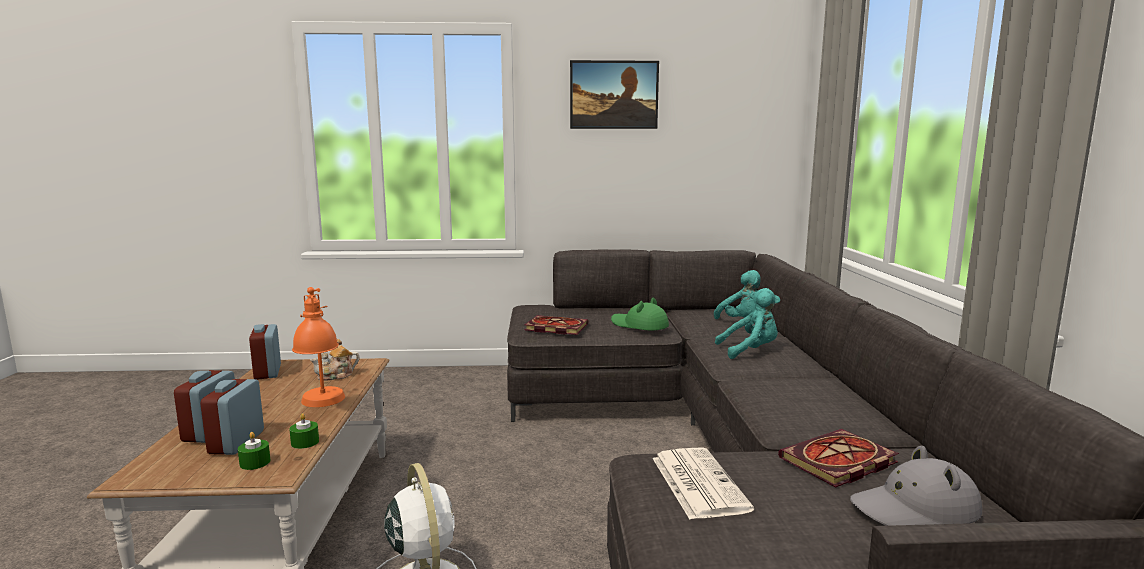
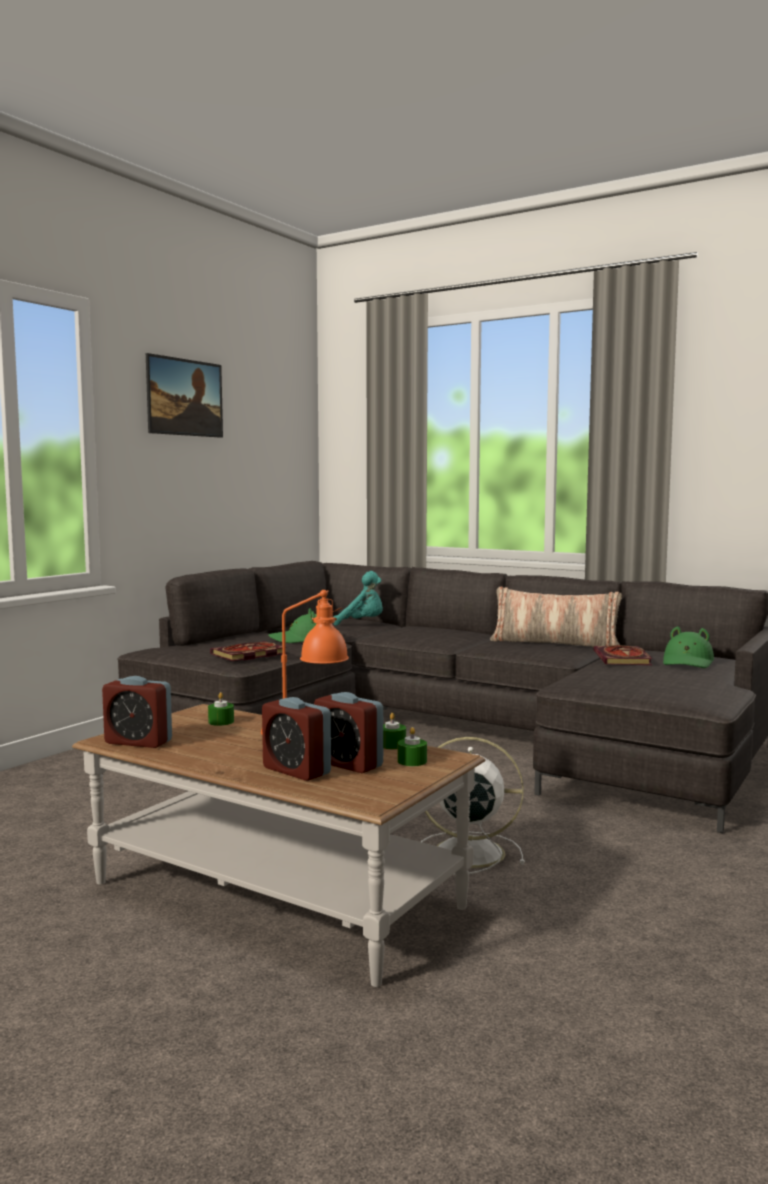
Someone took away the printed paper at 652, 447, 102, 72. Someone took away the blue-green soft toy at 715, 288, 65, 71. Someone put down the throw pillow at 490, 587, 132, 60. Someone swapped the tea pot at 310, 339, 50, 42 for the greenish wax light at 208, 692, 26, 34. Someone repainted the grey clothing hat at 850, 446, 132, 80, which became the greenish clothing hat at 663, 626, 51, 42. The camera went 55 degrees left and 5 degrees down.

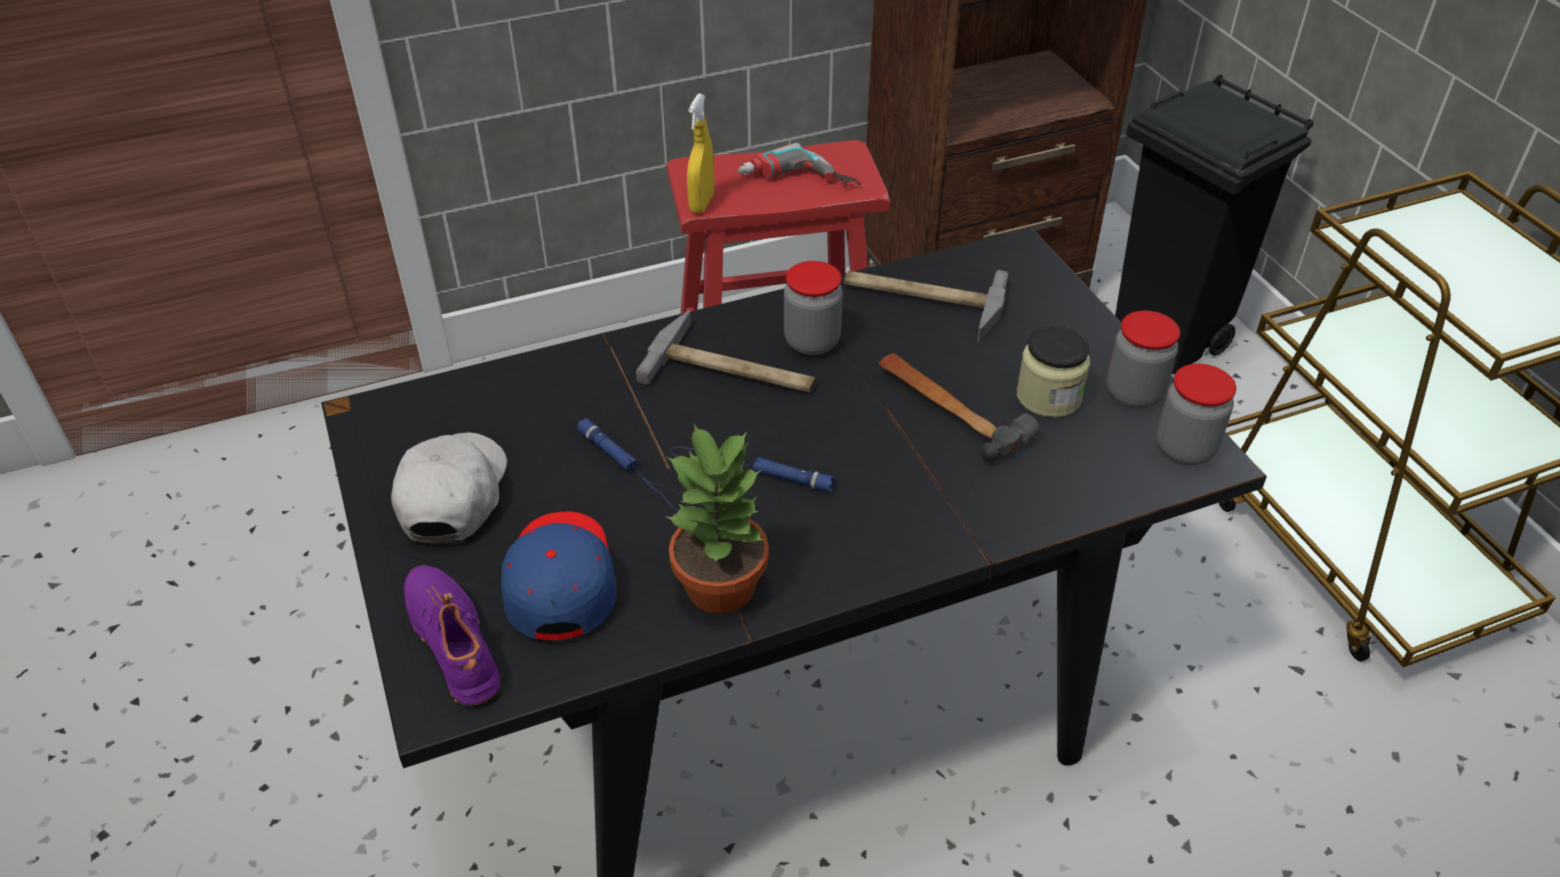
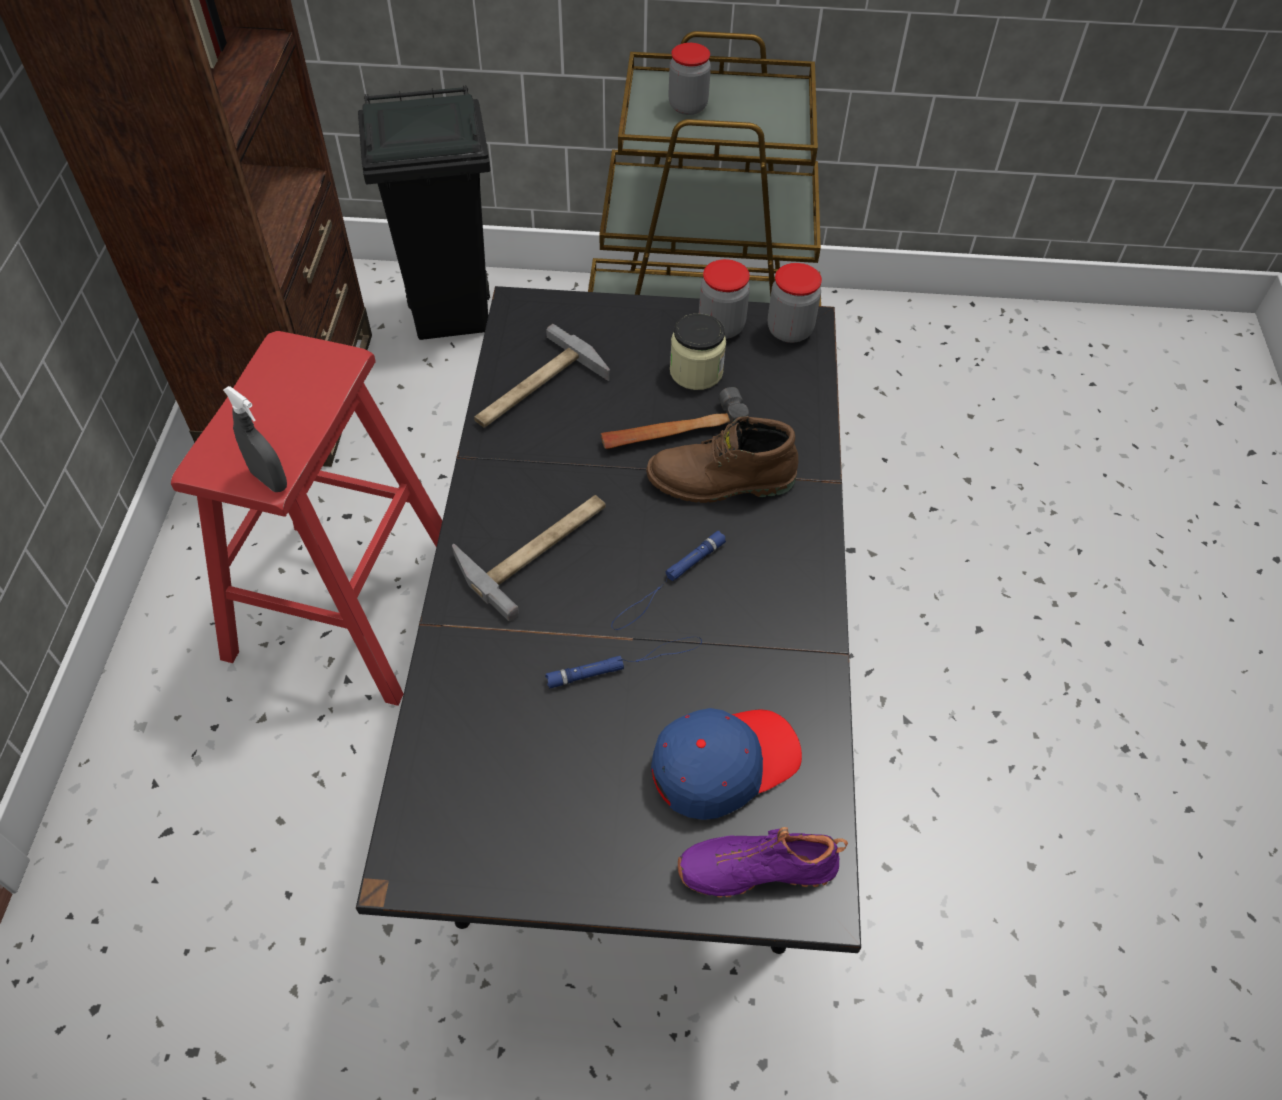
Someone took away the white-coloured baseball cap at 391, 432, 116, 111. Someone took away the potted plant at 665, 424, 104, 190. Someone took away the electric drill at 738, 143, 122, 42. Someone put down the brown high-top boot at 646, 416, 152, 87. Someone carried the jar from 784, 261, 59, 94 to 668, 43, 43, 72. Someone repainted the yellow-coloured spray bottle at 687, 94, 27, 119, which became the grey spray bottle at 223, 386, 64, 106. Someone rotated the blue baseball cap at 501, 512, 116, 128 by 135 degrees clockwise. The camera went 65 degrees left and 10 degrees up.

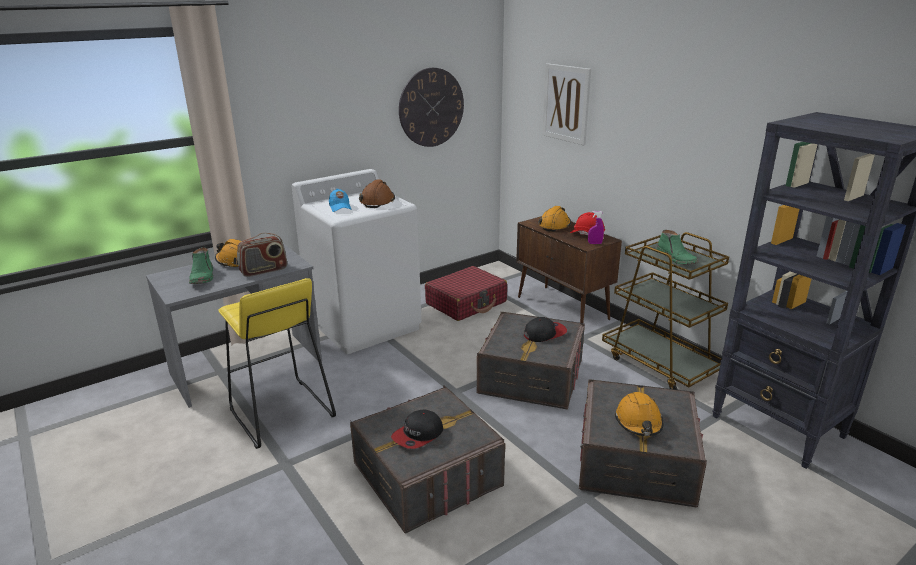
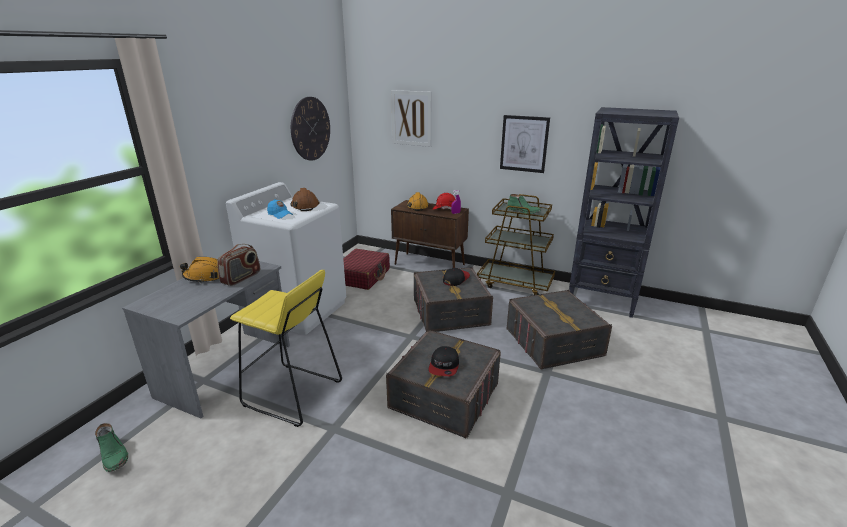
Someone took away the orange hard hat at 615, 392, 48, 44. Someone put up the wall picture at 500, 115, 50, 58. Someone carried the greenish high-top boot from 189, 247, 24, 37 to 95, 423, 33, 49. The camera went 30 degrees left and 0 degrees up.

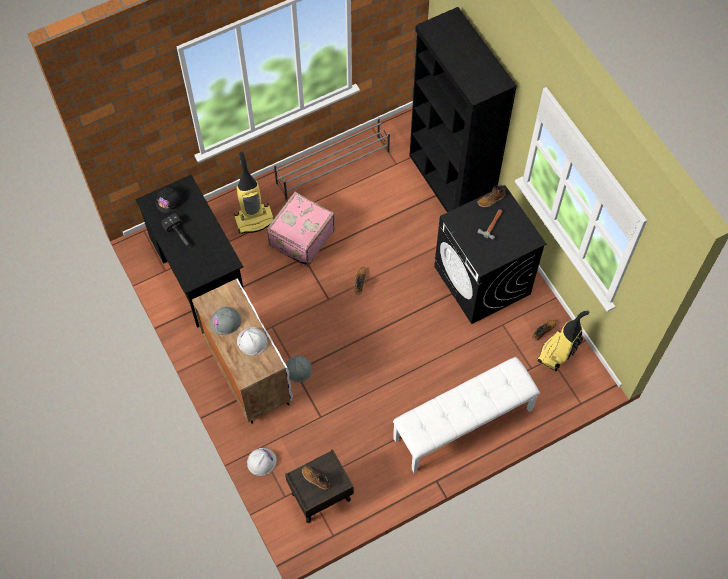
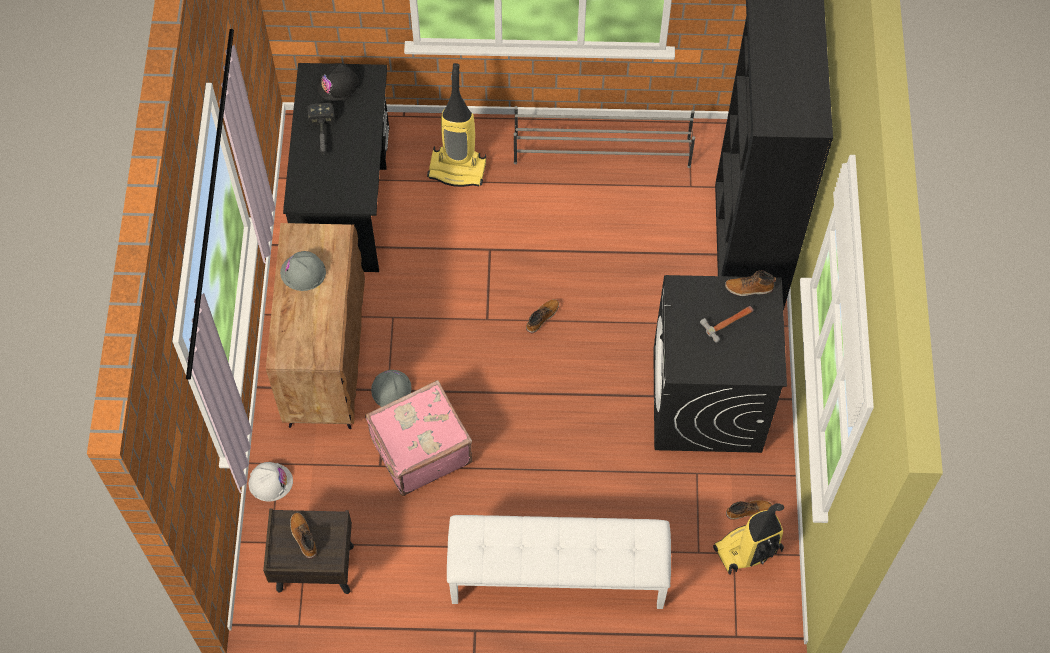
Someone took away the white-coloured hard hat at 237, 327, 30, 28. Someone carried the pink suitcase from 266, 192, 69, 75 to 365, 380, 107, 116. Someone repainted the white-coloured cabinet at 192, 278, 101, 146, which became the brown cabinet at 266, 223, 99, 206. The camera went 30 degrees right and 0 degrees up.

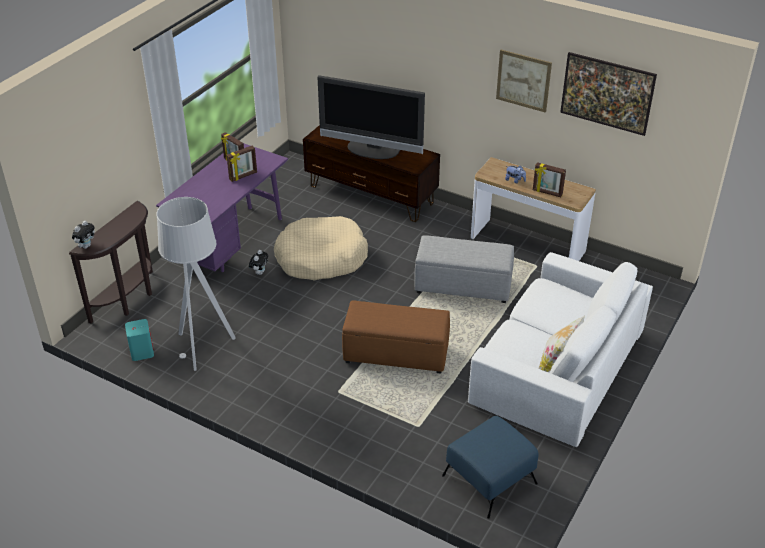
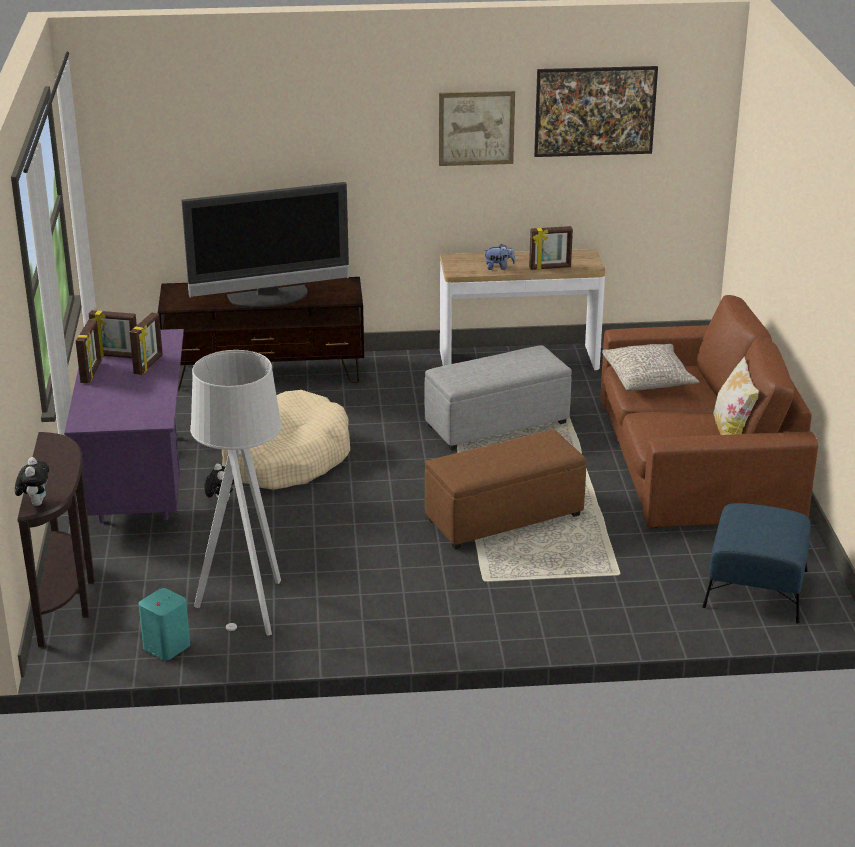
Someone put down the picture frame at 76, 320, 25, 63. Someone put down the grey throw pillow at 602, 344, 97, 47. Someone repainted the white-coloured couch at 468, 252, 185, 195, which became the brown couch at 600, 295, 218, 233. The camera went 35 degrees left and 10 degrees down.

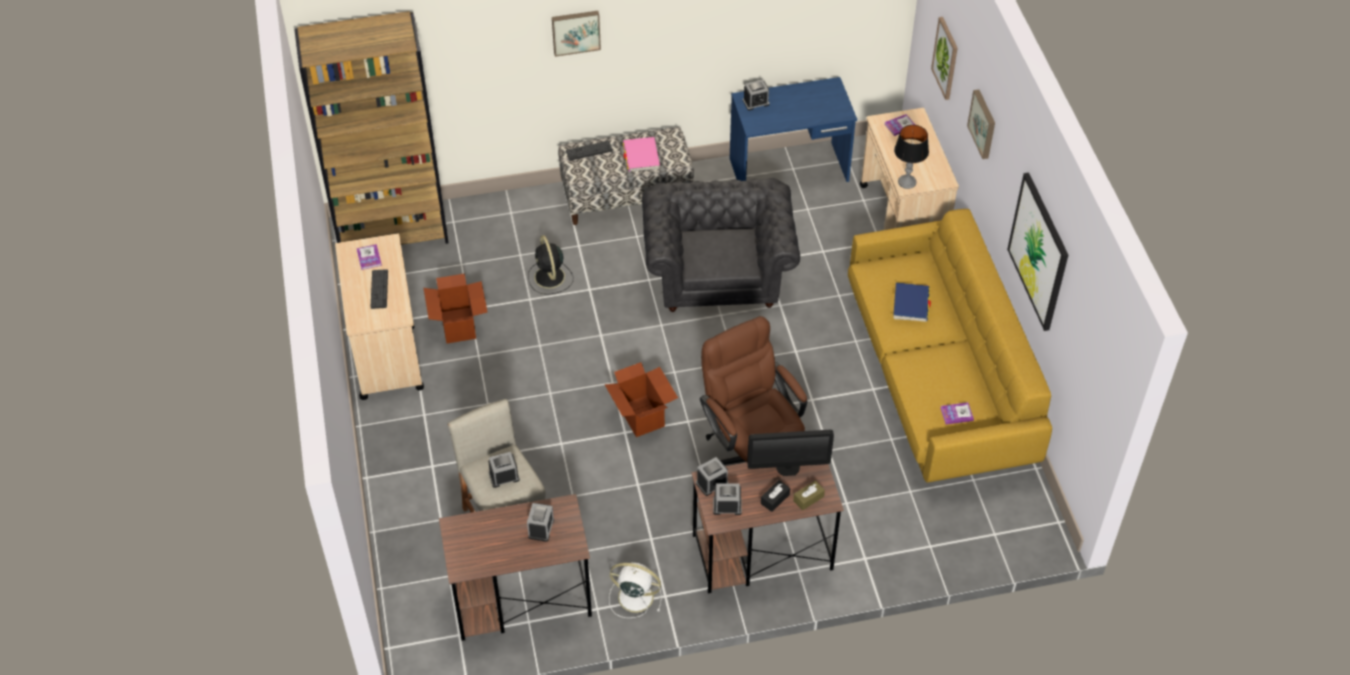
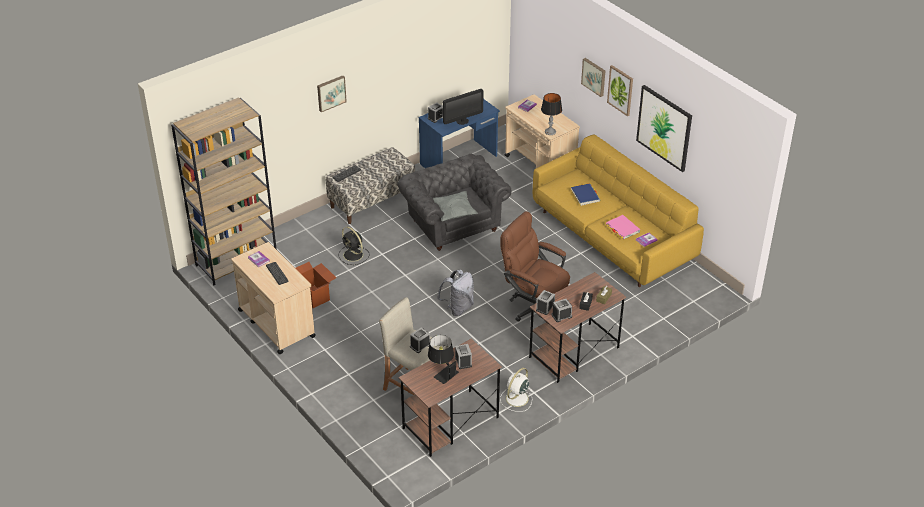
Someone put down the blackish table lamp at 428, 335, 31, 49. Someone put down the grey throw pillow at 433, 191, 45, 30. Someone carried the pink bound book from 623, 137, 37, 35 to 606, 215, 35, 24. Someone carried the computer screen from 747, 430, 87, 46 to 443, 89, 40, 36. Someone carried the wall picture from 931, 17, 27, 83 to 607, 65, 26, 51. Someone swapped the cardboard box at 605, 362, 73, 75 for the grey rucksack at 437, 269, 37, 47. Someone rotated the white-coloured fan at 609, 563, 53, 55 by 45 degrees counterclockwise. The camera went 25 degrees left and 10 degrees down.

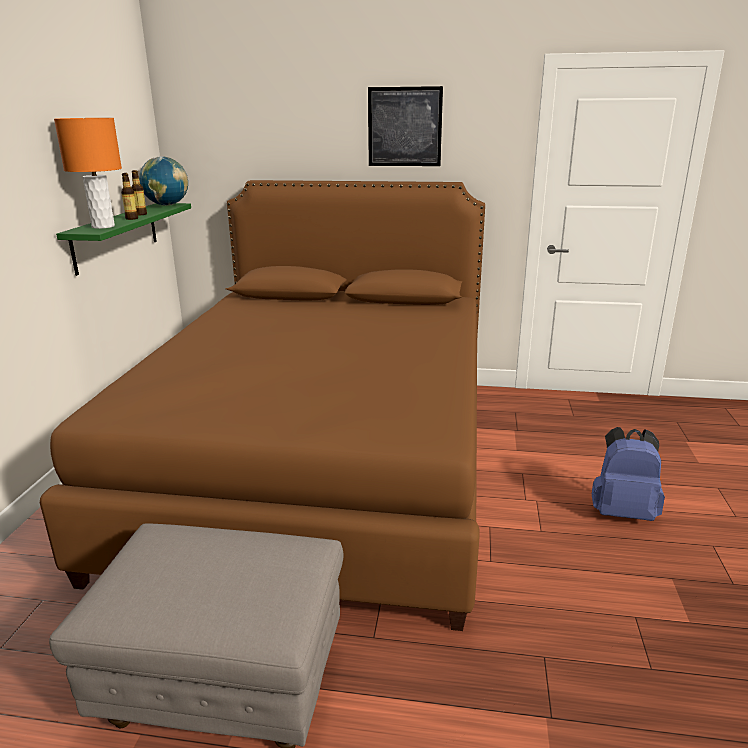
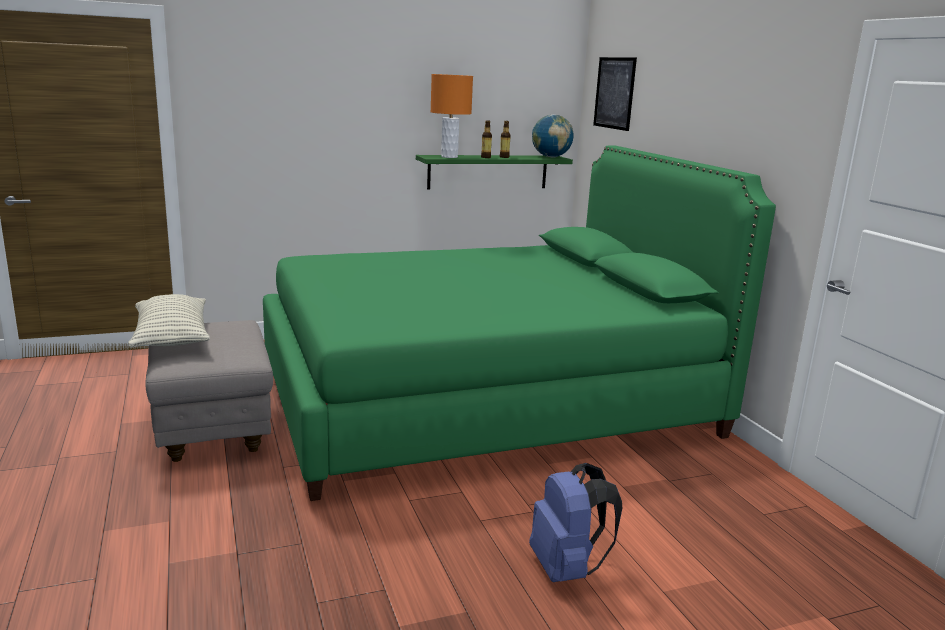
Someone put down the throw pillow at 128, 294, 82, 54. Someone carried the wall picture from 368, 86, 75, 80 to 593, 57, 44, 74. Someone repainted the brown bedroom bed at 40, 180, 445, 451, which became the greenish bedroom bed at 263, 145, 513, 356. The camera went 60 degrees right and 5 degrees down.

